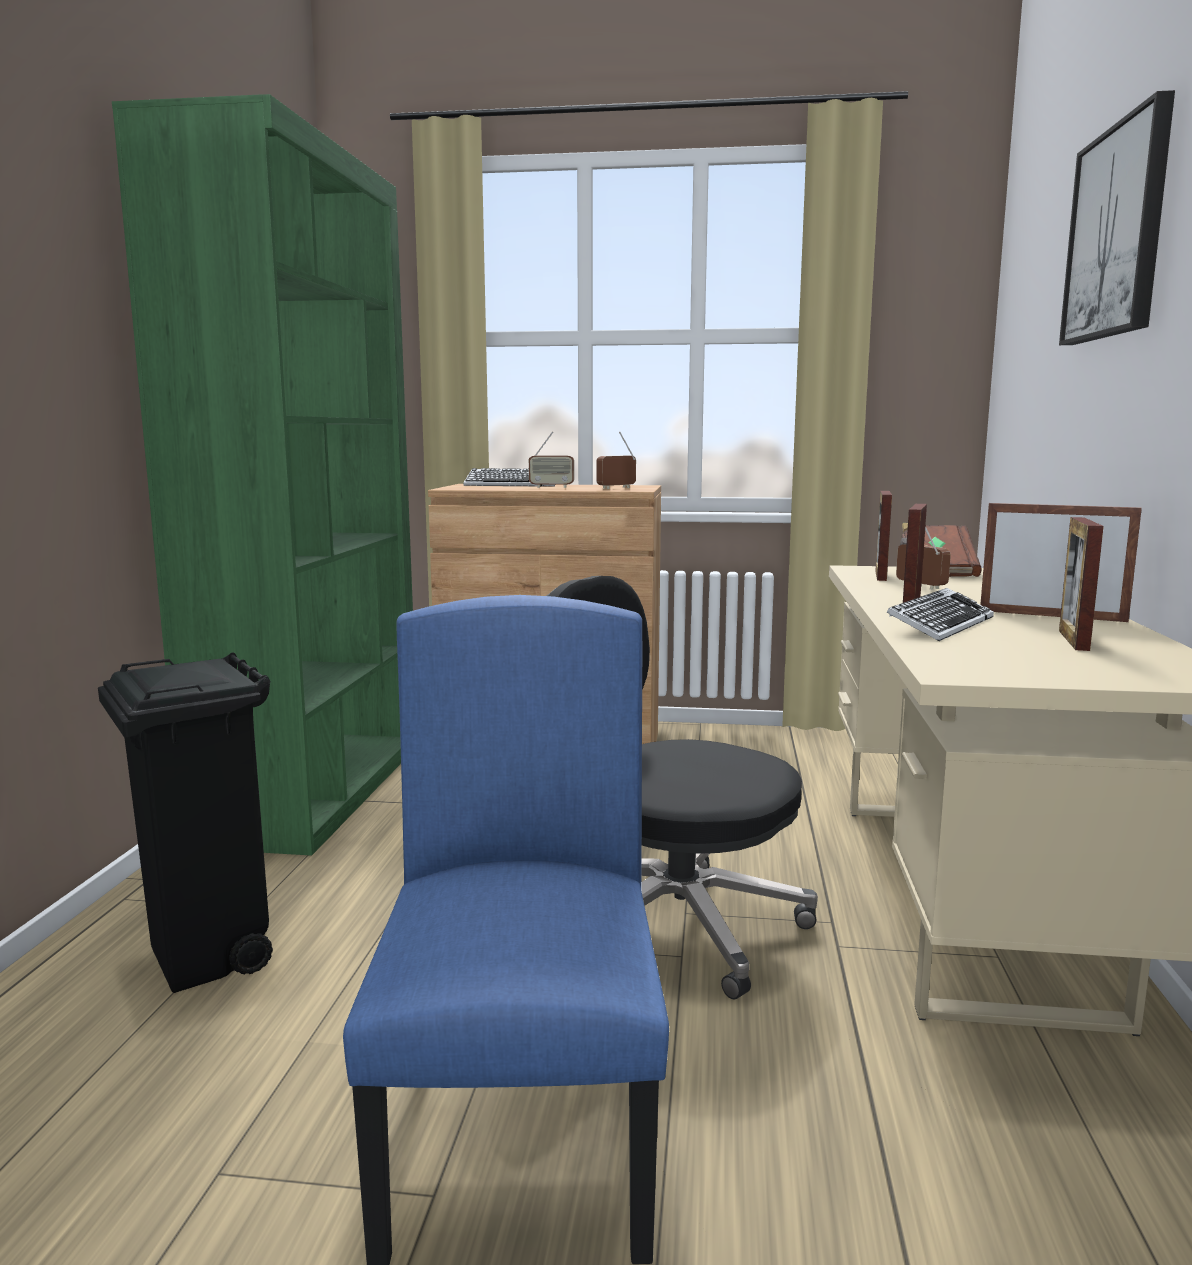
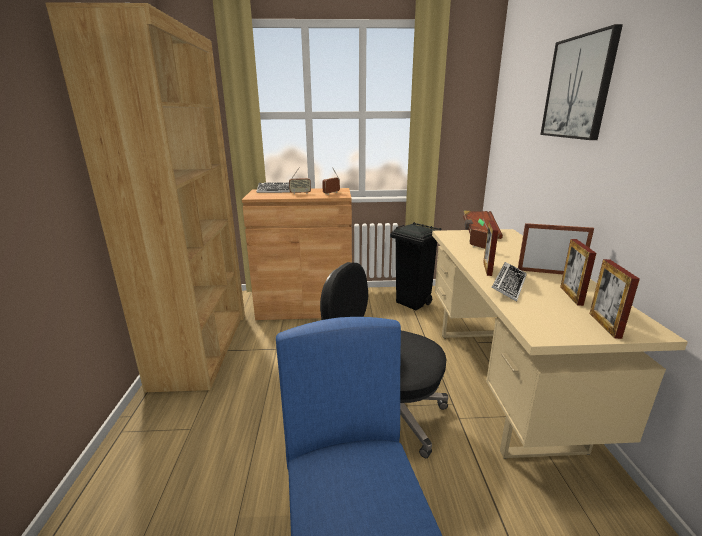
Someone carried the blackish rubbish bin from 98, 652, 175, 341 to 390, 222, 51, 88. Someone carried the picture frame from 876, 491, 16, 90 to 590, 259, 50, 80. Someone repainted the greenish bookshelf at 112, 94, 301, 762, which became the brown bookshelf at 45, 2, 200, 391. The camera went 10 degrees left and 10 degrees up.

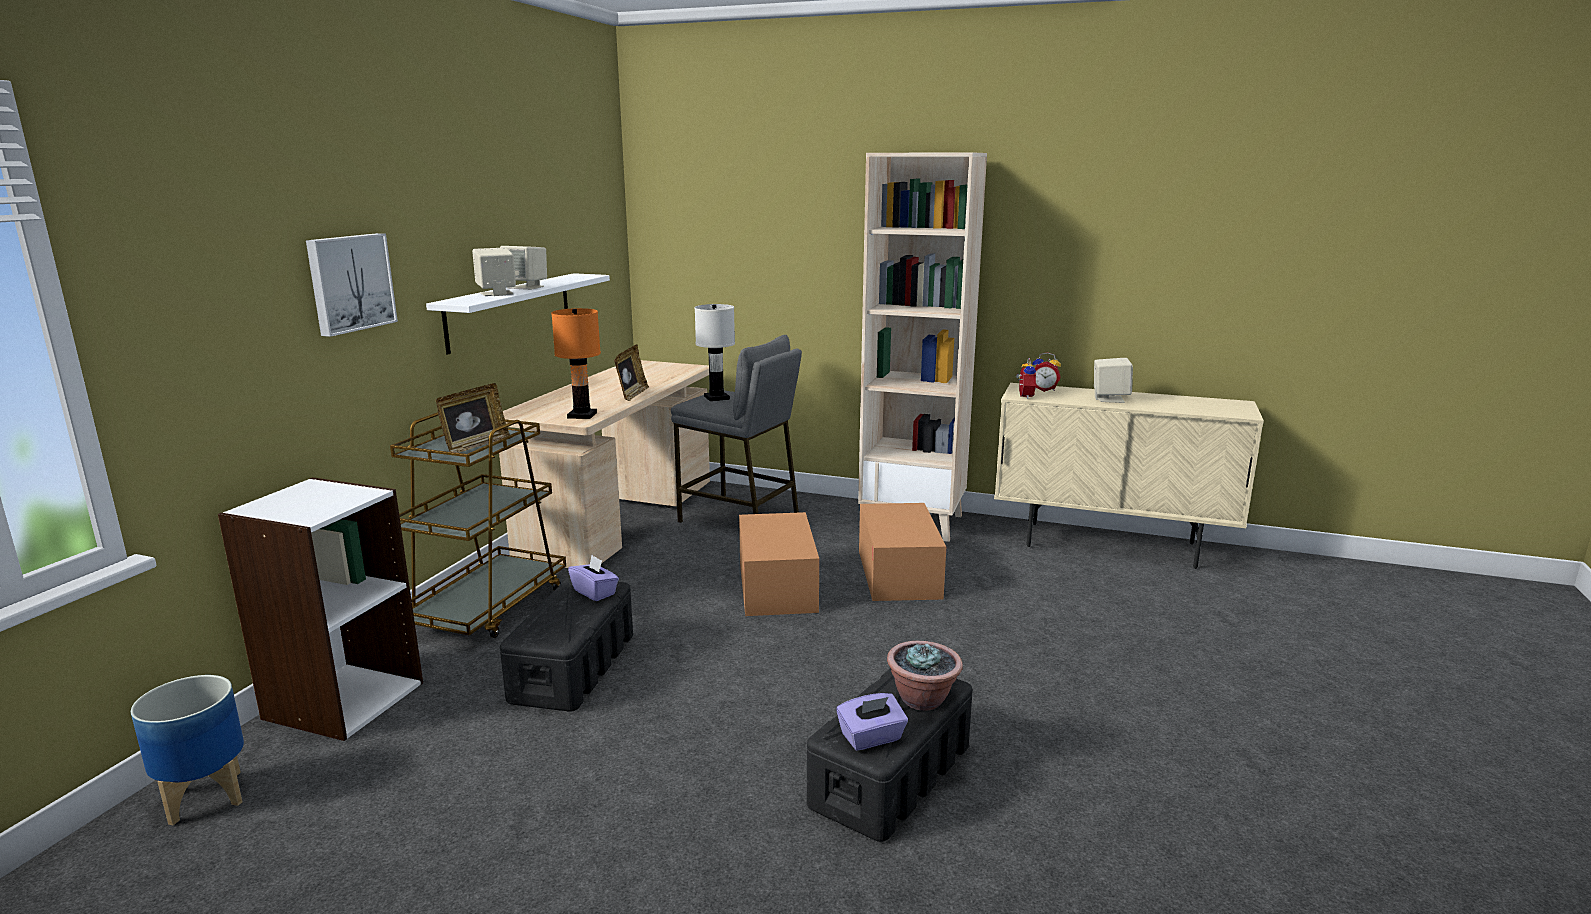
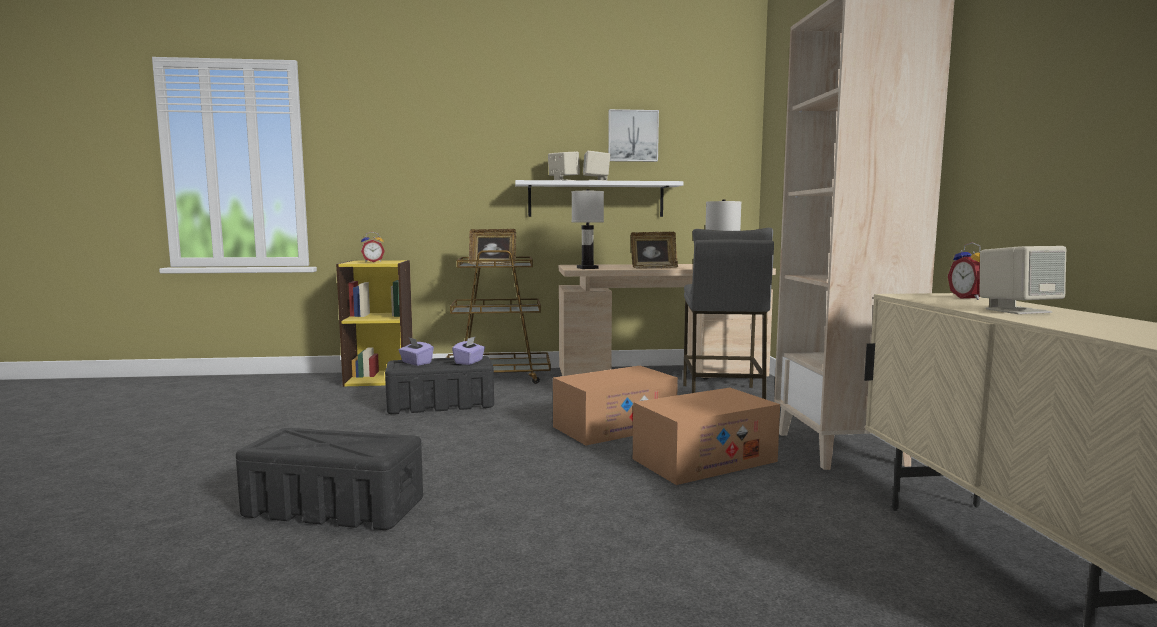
Someone took away the flower pot at 131, 675, 113, 150. Someone took away the potted plant at 887, 640, 76, 70. Someone carried the wall picture from 306, 233, 92, 104 to 608, 109, 51, 53. Someone carried the purple tissue box from 836, 693, 72, 58 to 399, 337, 35, 29. Someone carried the bedside clock from 1016, 358, 20, 41 to 361, 232, 24, 30. Someone repainted the white-coloured bookshelf at 218, 477, 205, 264, which became the yellow-coloured bookshelf at 336, 260, 77, 127. Someone repainted the orange table lamp at 551, 308, 50, 111, which became the white-coloured table lamp at 571, 189, 33, 80. The camera went 65 degrees right and 10 degrees down.

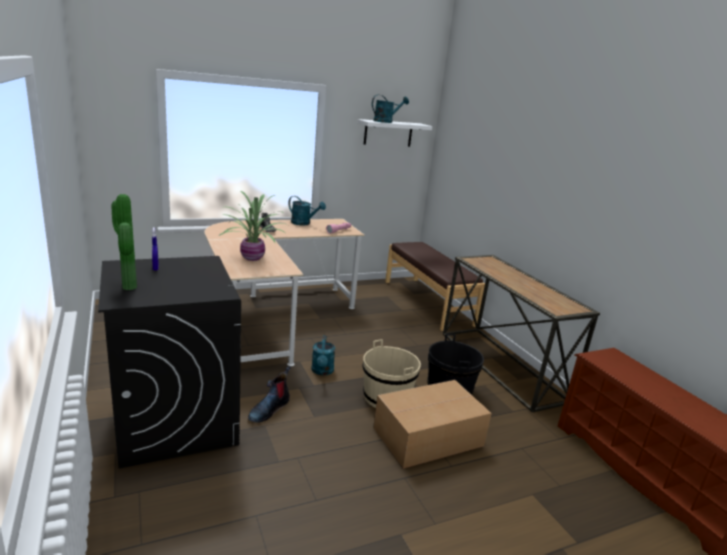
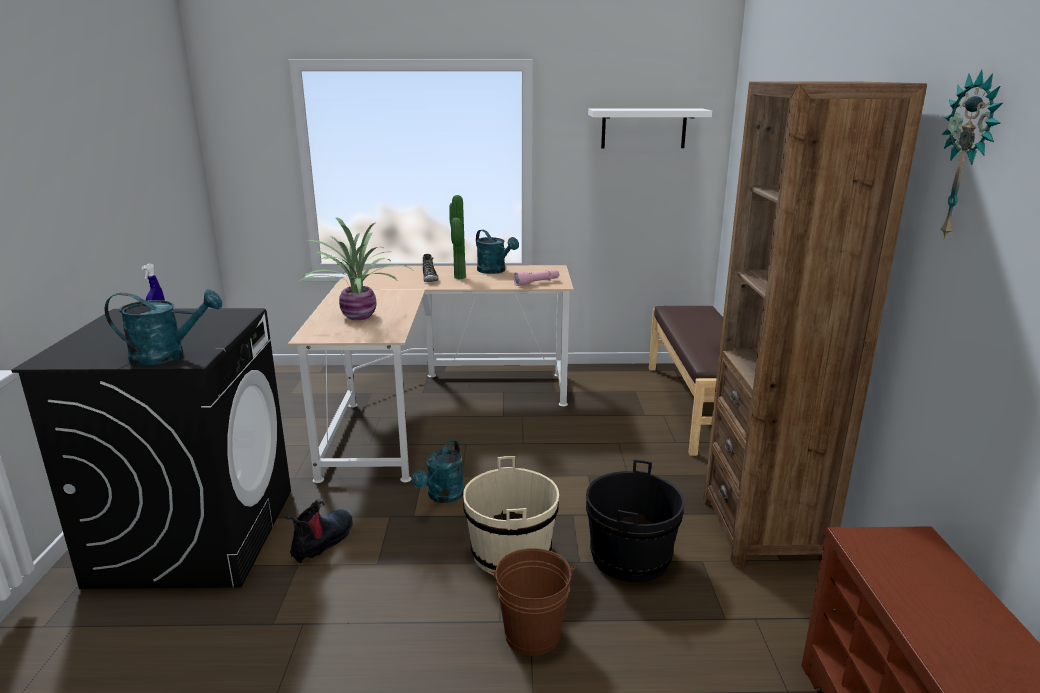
Someone put up the wall clock at 941, 70, 62, 170. Someone carried the potted plant from 112, 194, 25, 96 to 449, 195, 17, 84. Someone carried the blue-green watering pot from 372, 95, 37, 28 to 105, 289, 117, 76. Someone swapped the cardboard box at 373, 380, 119, 89 for the brown bucket at 490, 548, 86, 108. Someone swapped the console table at 443, 255, 157, 157 for the brown bookshelf at 703, 81, 224, 486. Someone rotated the high-top boot at 248, 366, 43, 57 by 150 degrees clockwise. The camera went 25 degrees right and 0 degrees up.

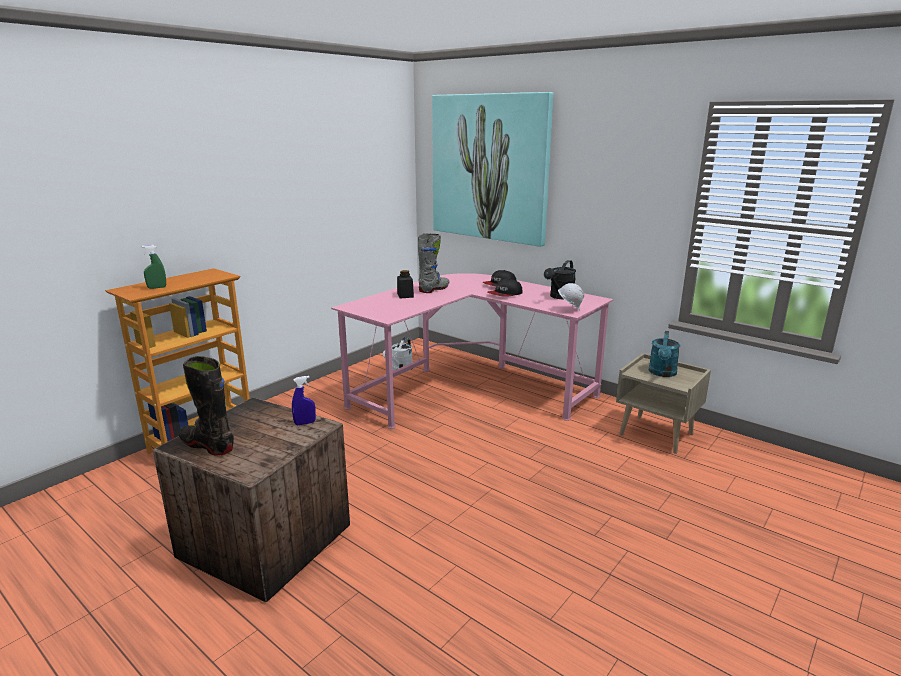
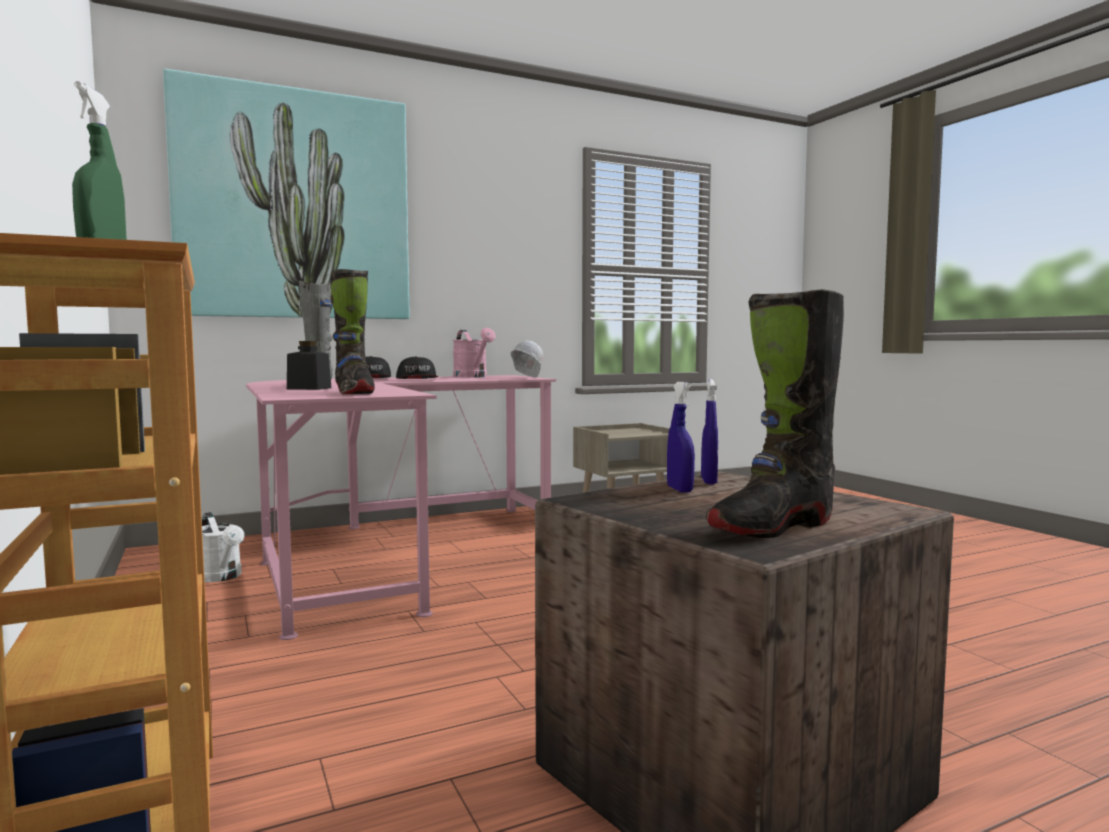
Someone took away the blue-green watering pot at 649, 331, 31, 46. Someone put down the blackish high-top boot at 331, 269, 44, 125. Someone put down the blue spray bottle at 667, 382, 28, 110. Someone repainted the blackish watering pot at 544, 260, 32, 39, which became the pink watering pot at 453, 328, 43, 50. The camera went 65 degrees left and 15 degrees down.

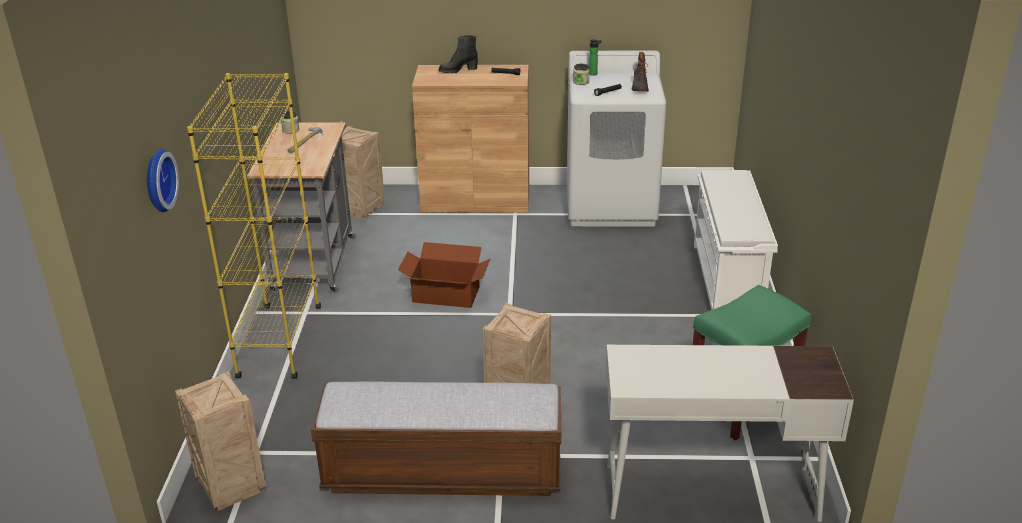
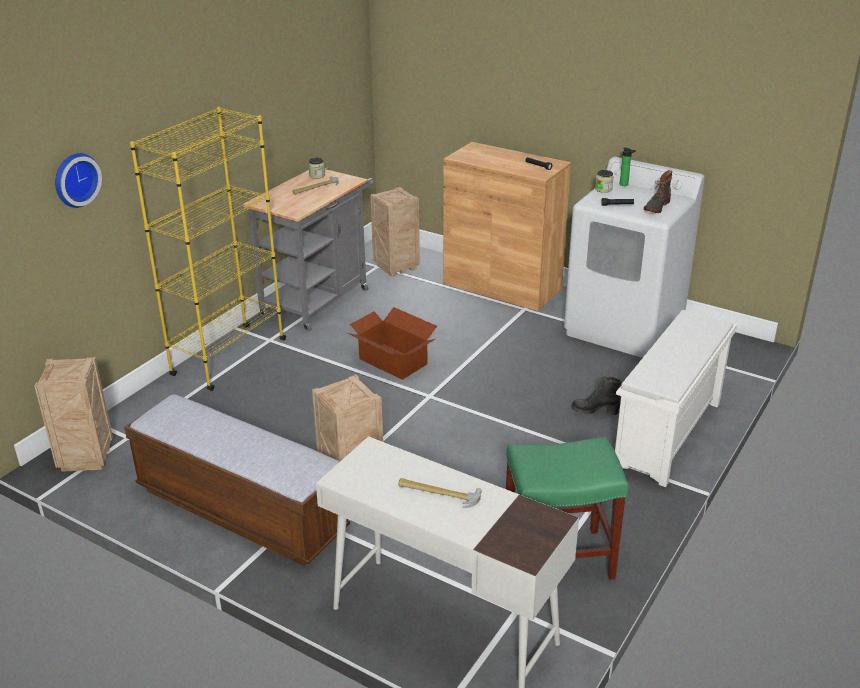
Someone put down the hammer at 398, 478, 84, 30. Someone carried the blackish high-top boot from 439, 35, 39, 38 to 572, 376, 50, 39. The camera went 30 degrees right and 0 degrees up.

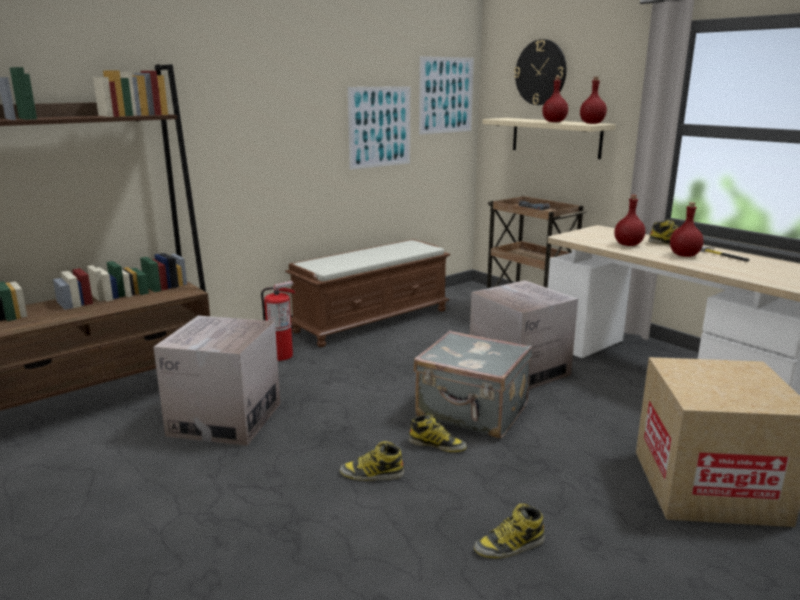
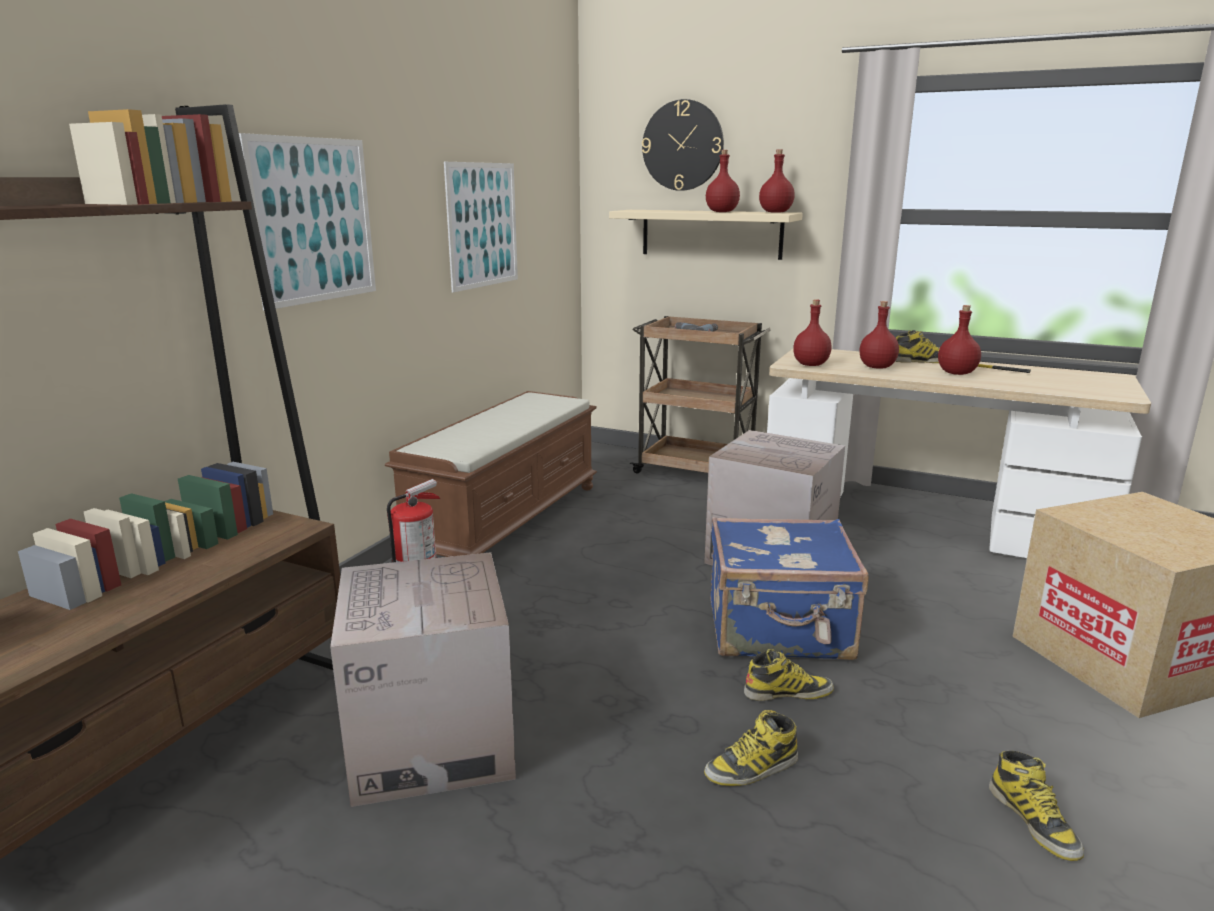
Someone put down the red bottle at 793, 299, 38, 67. Someone carried the wall picture from 419, 56, 55, 79 to 239, 133, 137, 178. Someone repainted the grey suitcase at 414, 330, 118, 108, which became the blue suitcase at 710, 517, 159, 143. Someone rotated the high-top boot at 474, 504, 70, 54 by 60 degrees counterclockwise. The camera went 25 degrees left and 0 degrees up.

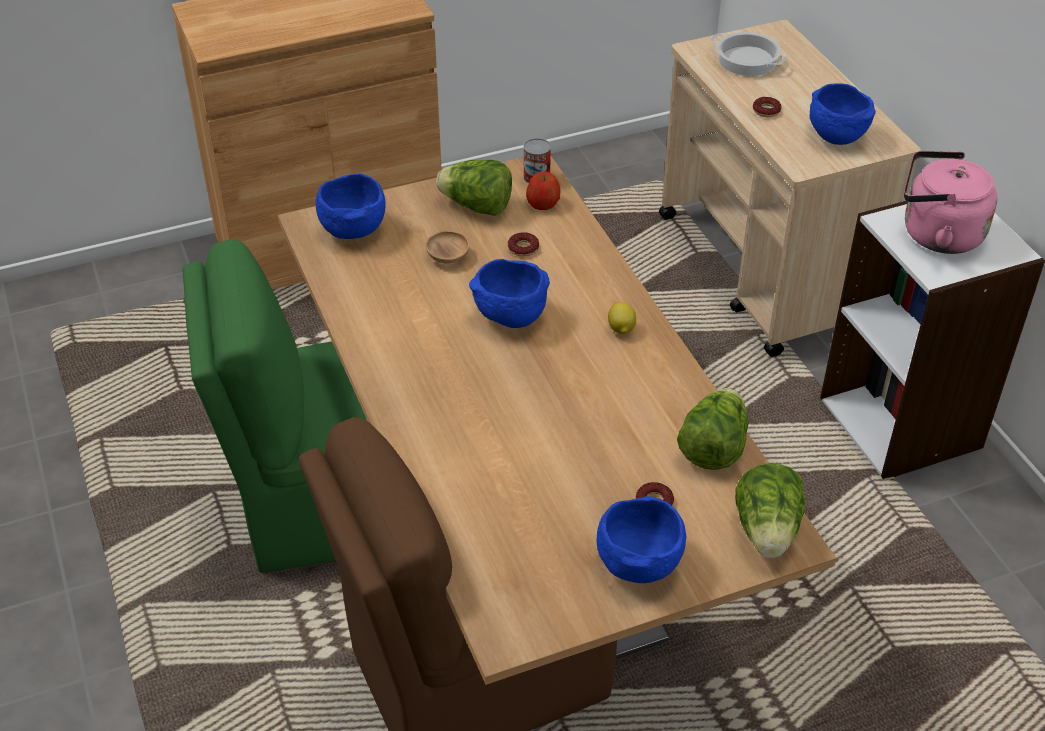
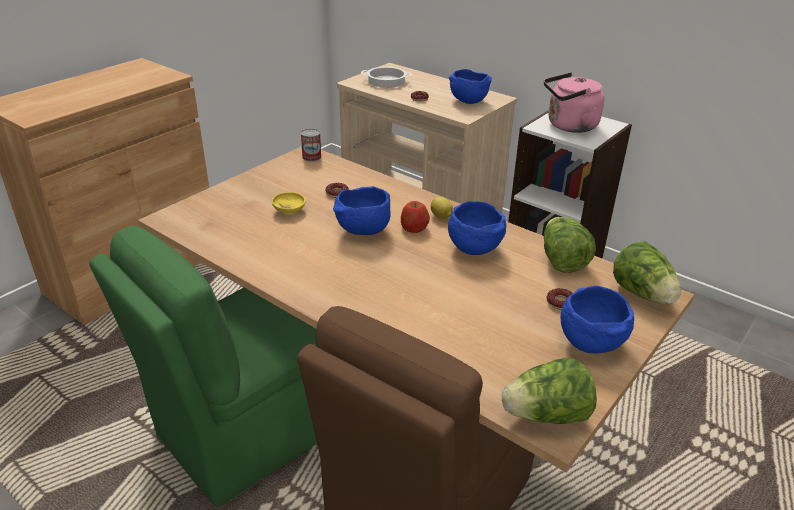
Someone carried the blue bowl from 315, 173, 71, 66 to 448, 201, 58, 54. Someone carried the lettuce head from 436, 160, 76, 56 to 502, 358, 95, 66. Someone carried the apple fruit from 526, 172, 35, 38 to 401, 201, 29, 32. Someone repainted the brown bowl at 426, 231, 44, 32, which became the yellow-coloured bowl at 272, 192, 34, 22. The camera went 30 degrees left and 10 degrees down.

